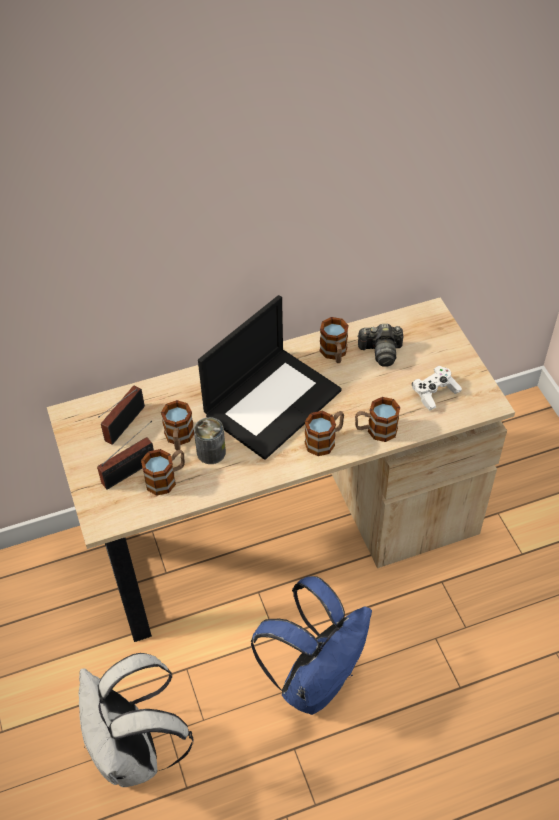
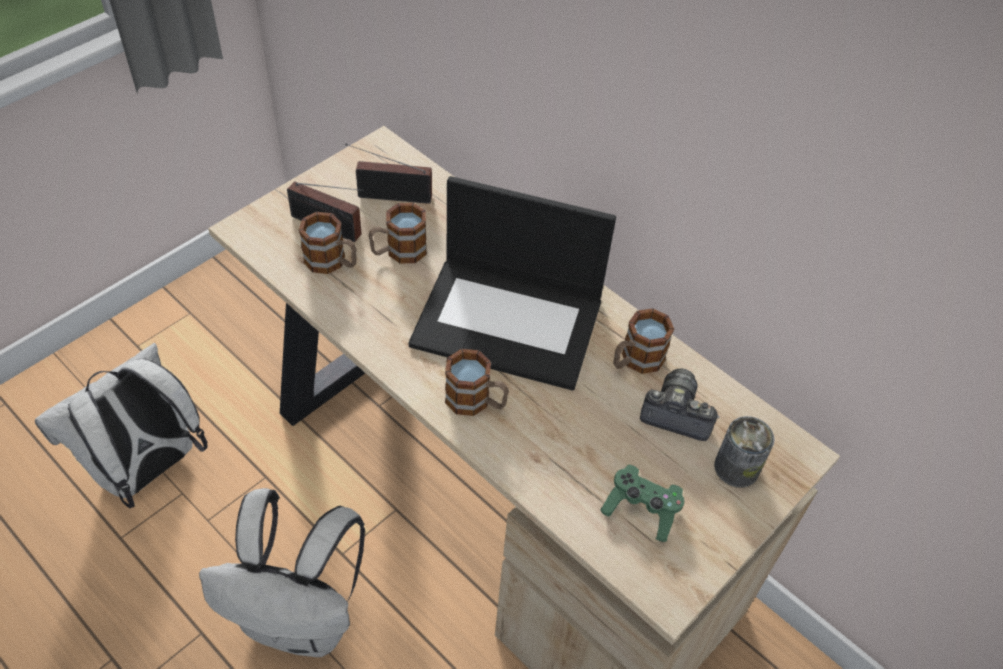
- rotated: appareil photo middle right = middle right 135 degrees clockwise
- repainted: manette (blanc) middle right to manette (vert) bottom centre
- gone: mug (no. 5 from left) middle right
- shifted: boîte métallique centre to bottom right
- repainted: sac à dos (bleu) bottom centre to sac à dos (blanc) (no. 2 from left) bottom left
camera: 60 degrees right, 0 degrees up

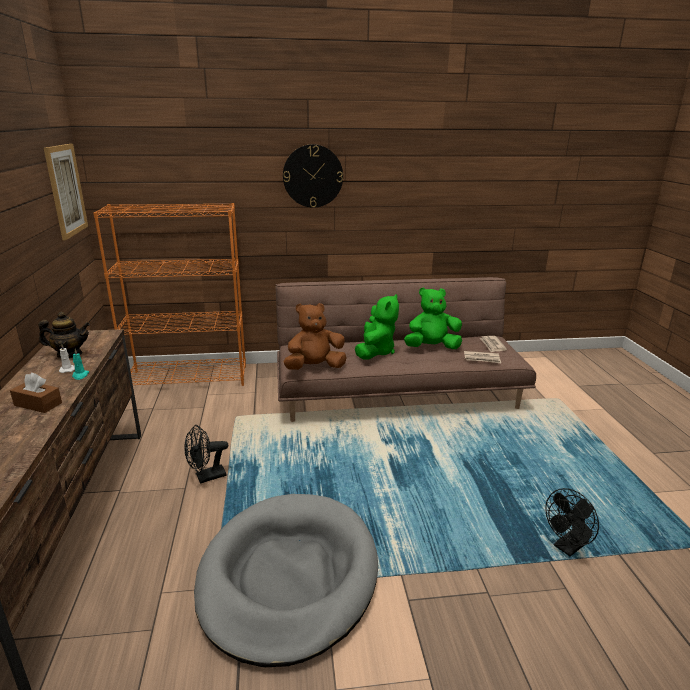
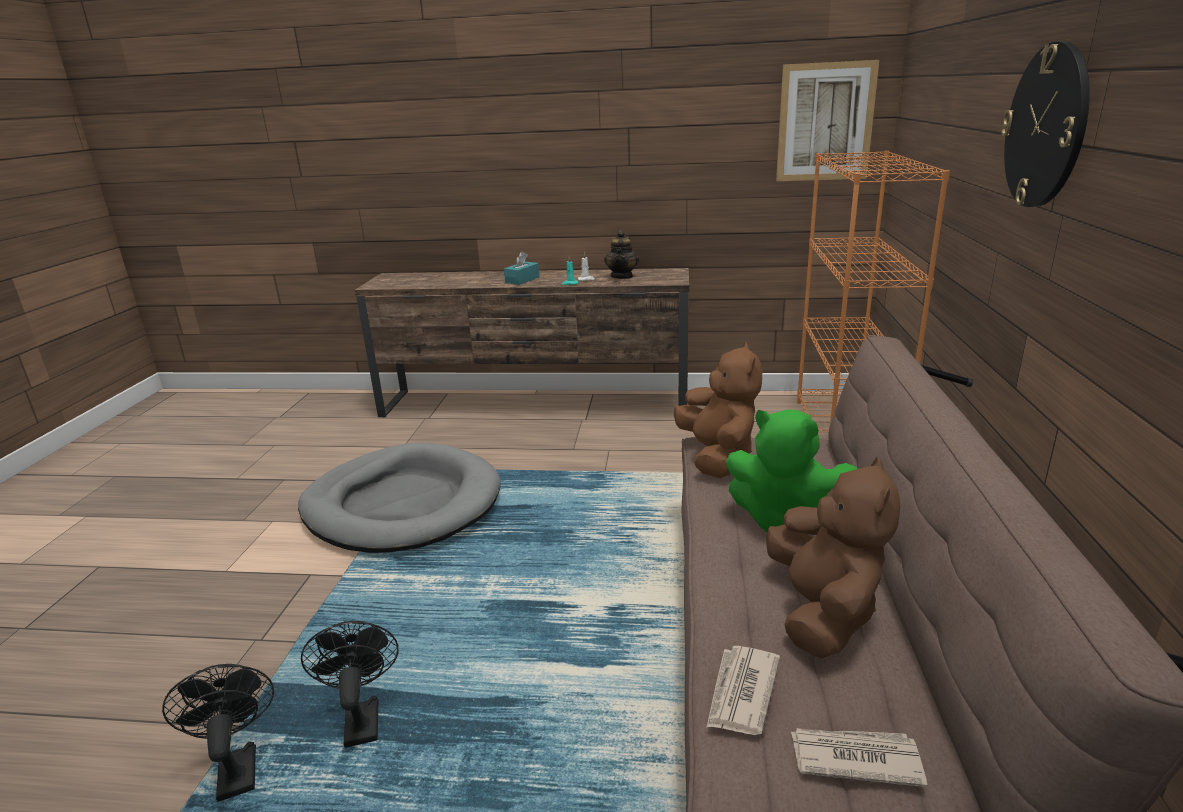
- repainted: peluche (vert) (no. 2 from left) centre to peluche (marron) (no. 2 from left) bottom right
- repainted: boîte à mouchoirs (marron) middle left to boîte à mouchoirs (turquoise) top centre
- shifted: ventilateur (noir) (no. 1 from left in the first image) middle left to ventilateur (noir) (no. 2 from left) bottom left
camera: 105 degrees right, 0 degrees up

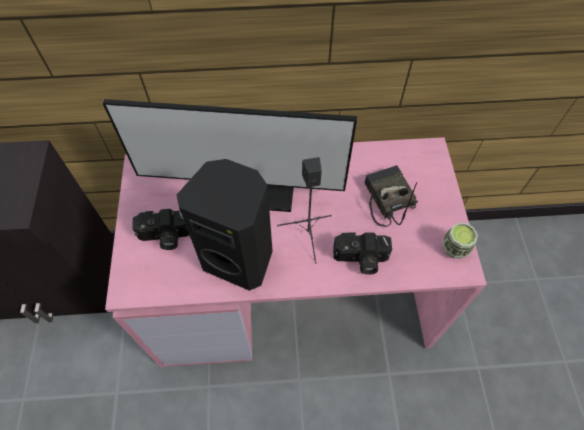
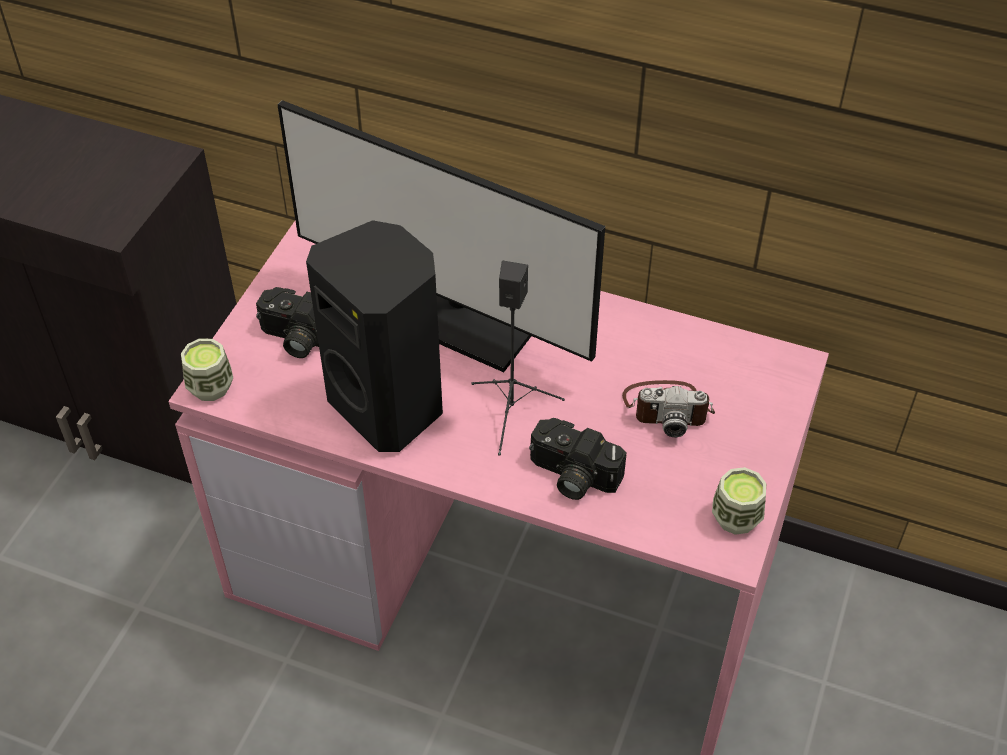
- swapped: radio middle right to appareil photo (no. 3 from left) centre
- new: tasse (no. 1 from left) middle left
camera: 25 degrees right, 10 degrees down

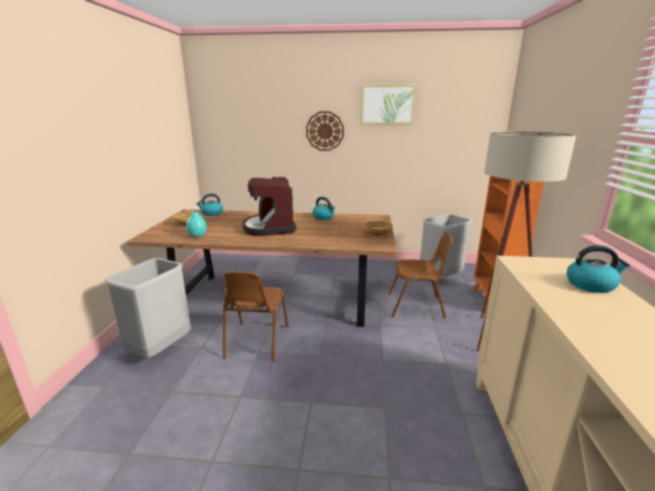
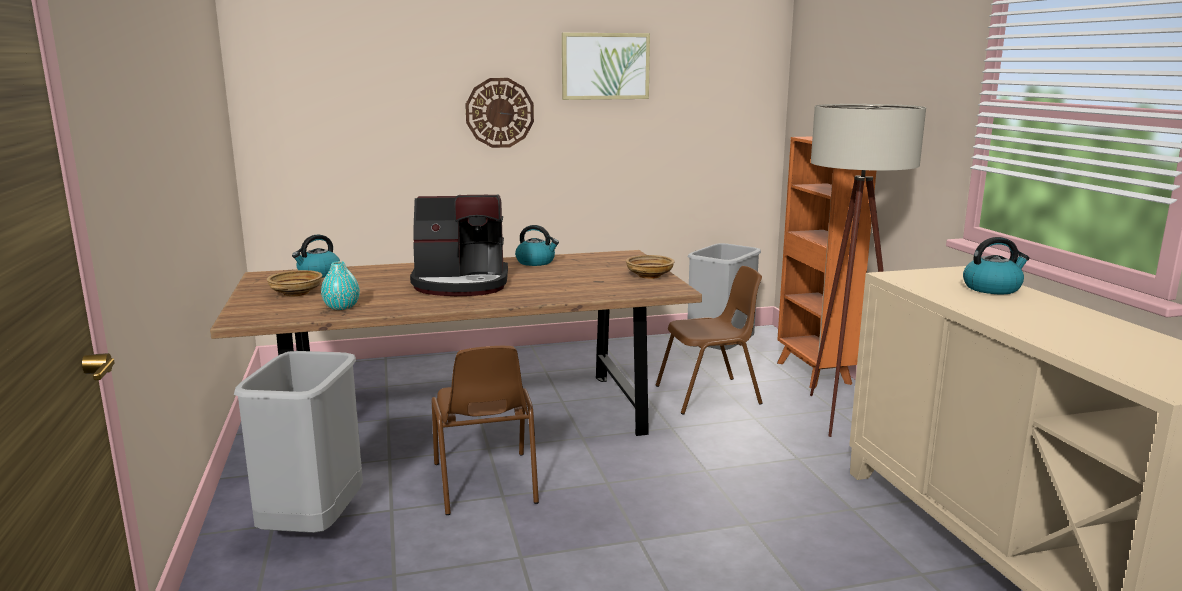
- rotated: machine à café centre = centre 60 degrees counterclockwise
camera: 20 degrees left, 5 degrees down

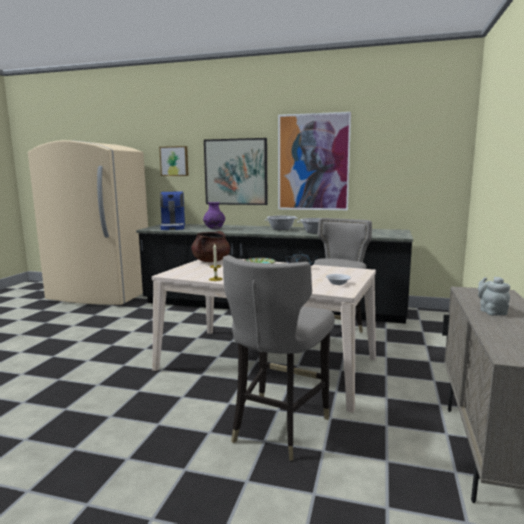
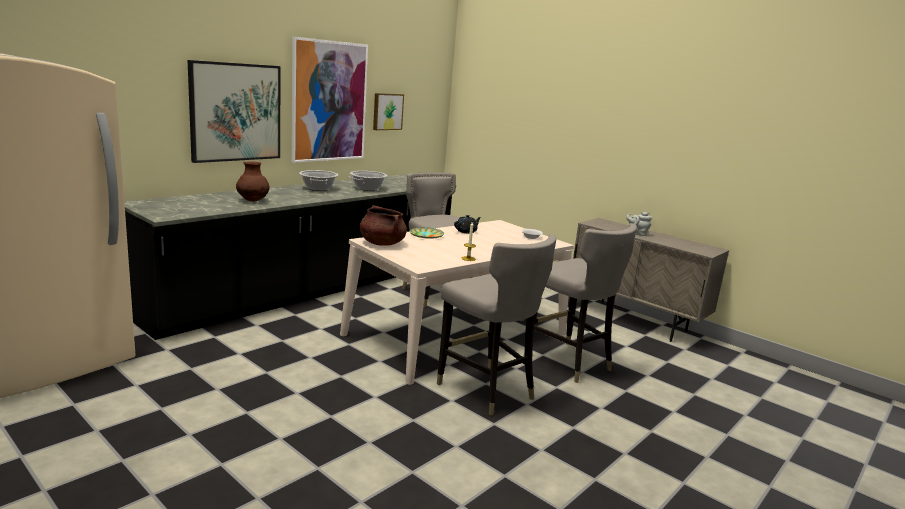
- shifted: tableau (no. 1 from left in the first image) top left to tableau (no. 3 from left) top centre
- gone: machine à café middle left
- repainted: vase (violet) centre to vase (marron) middle left
- new: tabouret (gris) (no. 2 from left) centre
camera: 65 degrees left, 5 degrees up

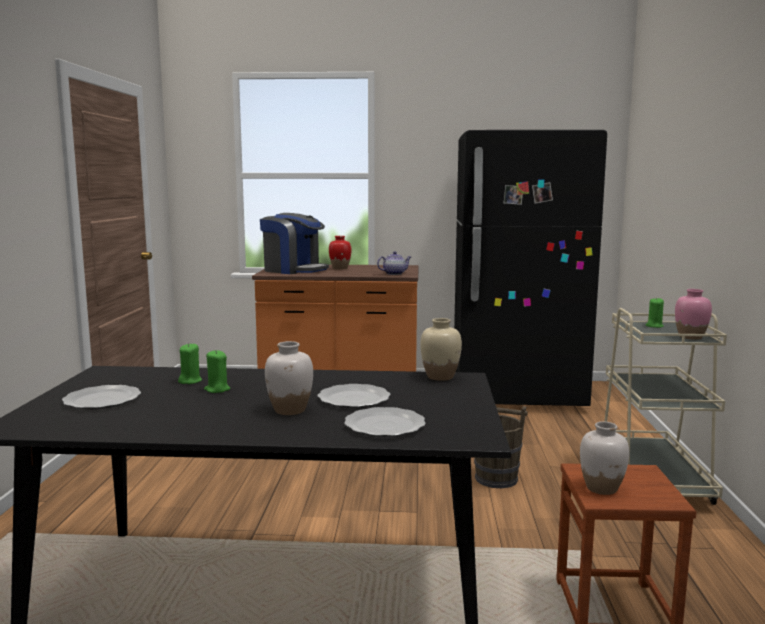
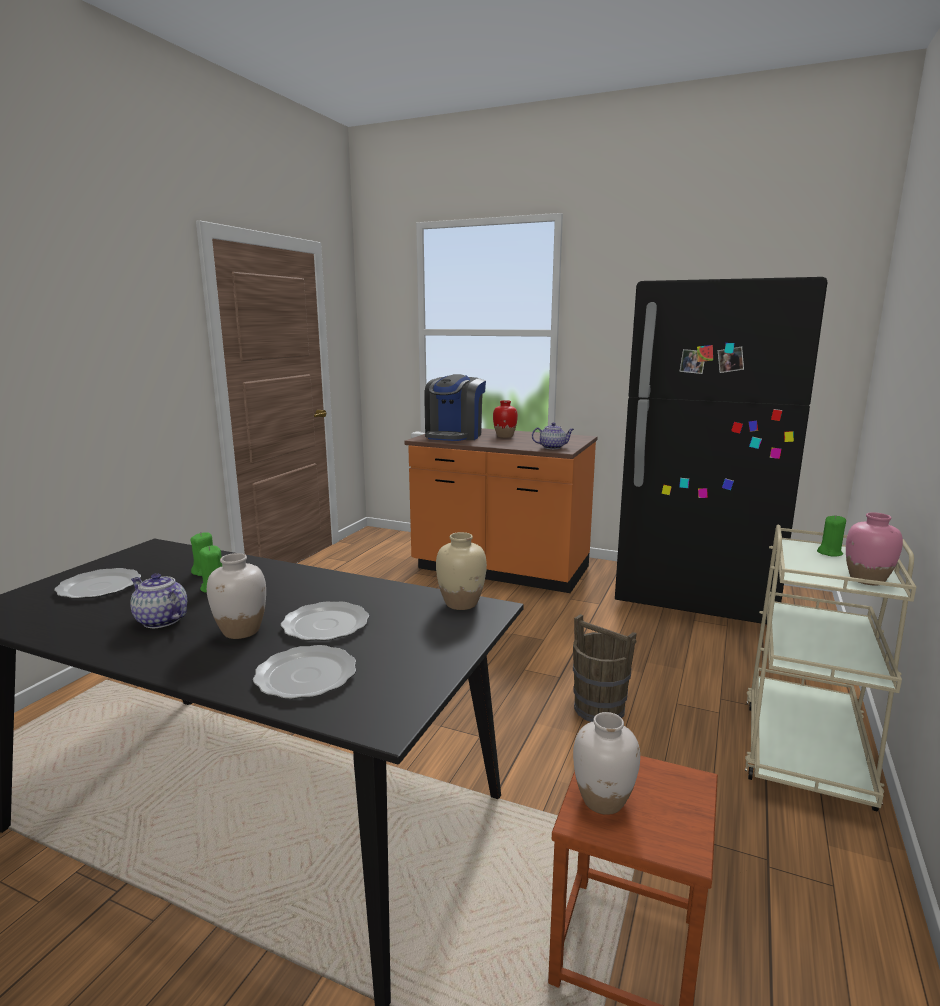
- rotated: machine à café centre = centre 60 degrees clockwise
- new: théière (no. 1 from left) middle left
camera: 20 degrees right, 5 degrees up

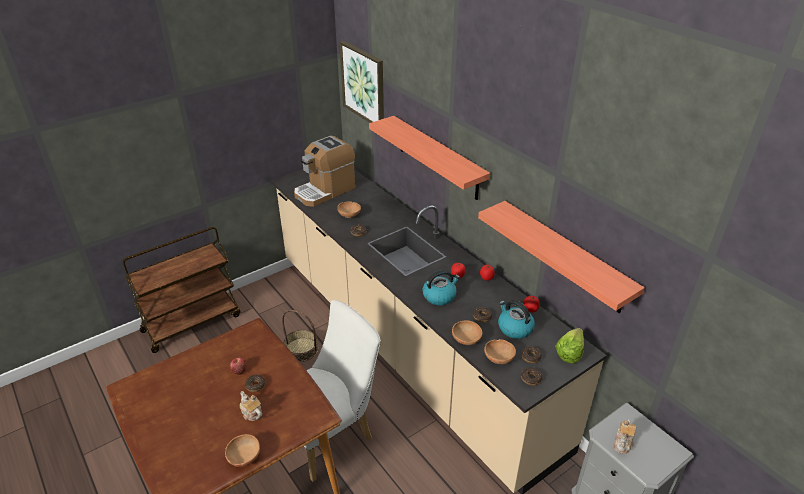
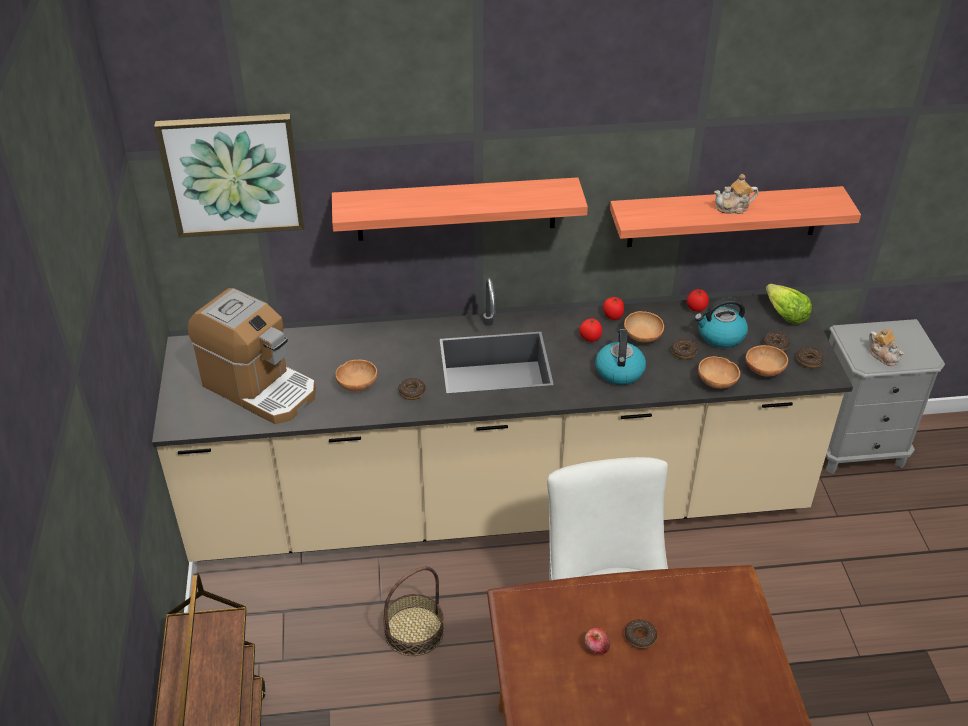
- rotated: machine à café centre = middle left 45 degrees counterclockwise
- shifted: théière (no. 1 from left) bottom left to top right
- shifted: bol (marron) (no. 1 from left in the first image) bottom left to bol (marron) (no. 2 from left) centre
camera: 60 degrees left, 5 degrees up

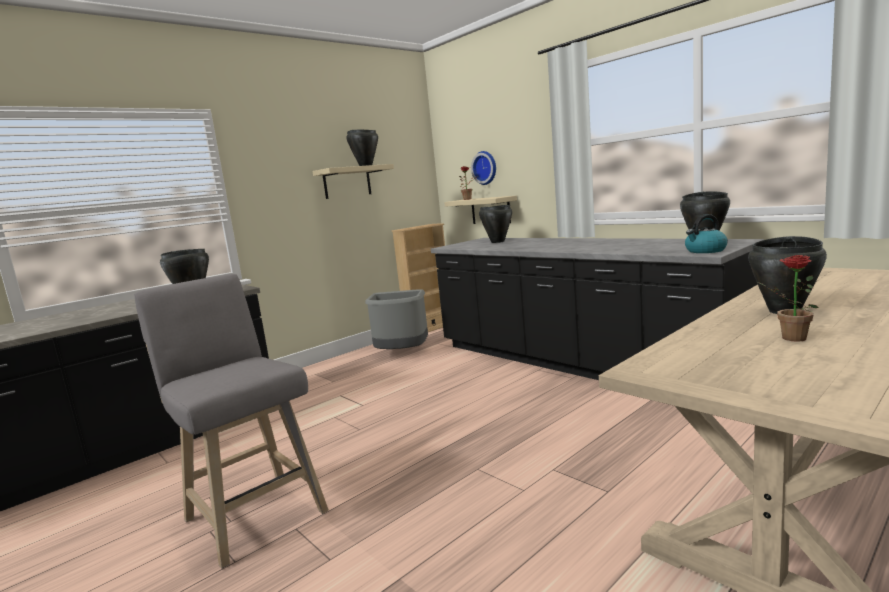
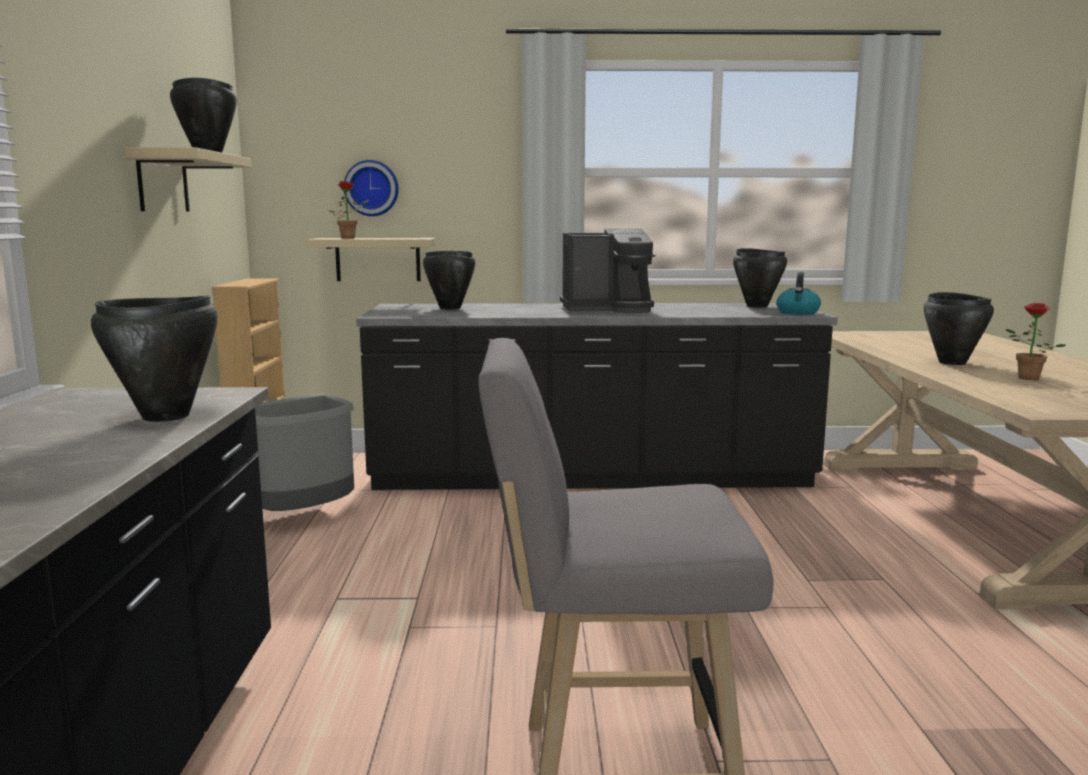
- new: machine à café centre
camera: 50 degrees left, 0 degrees up

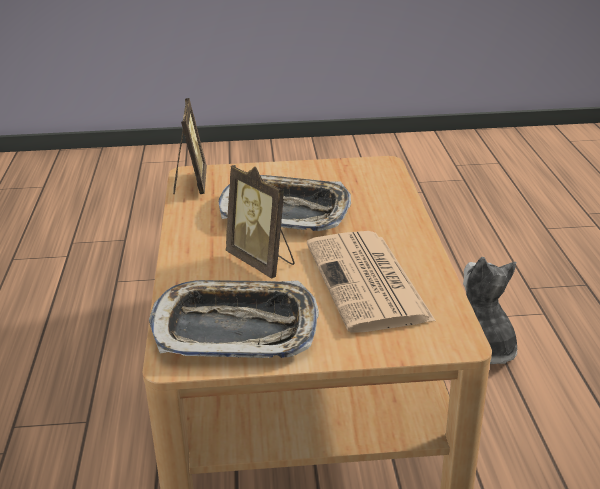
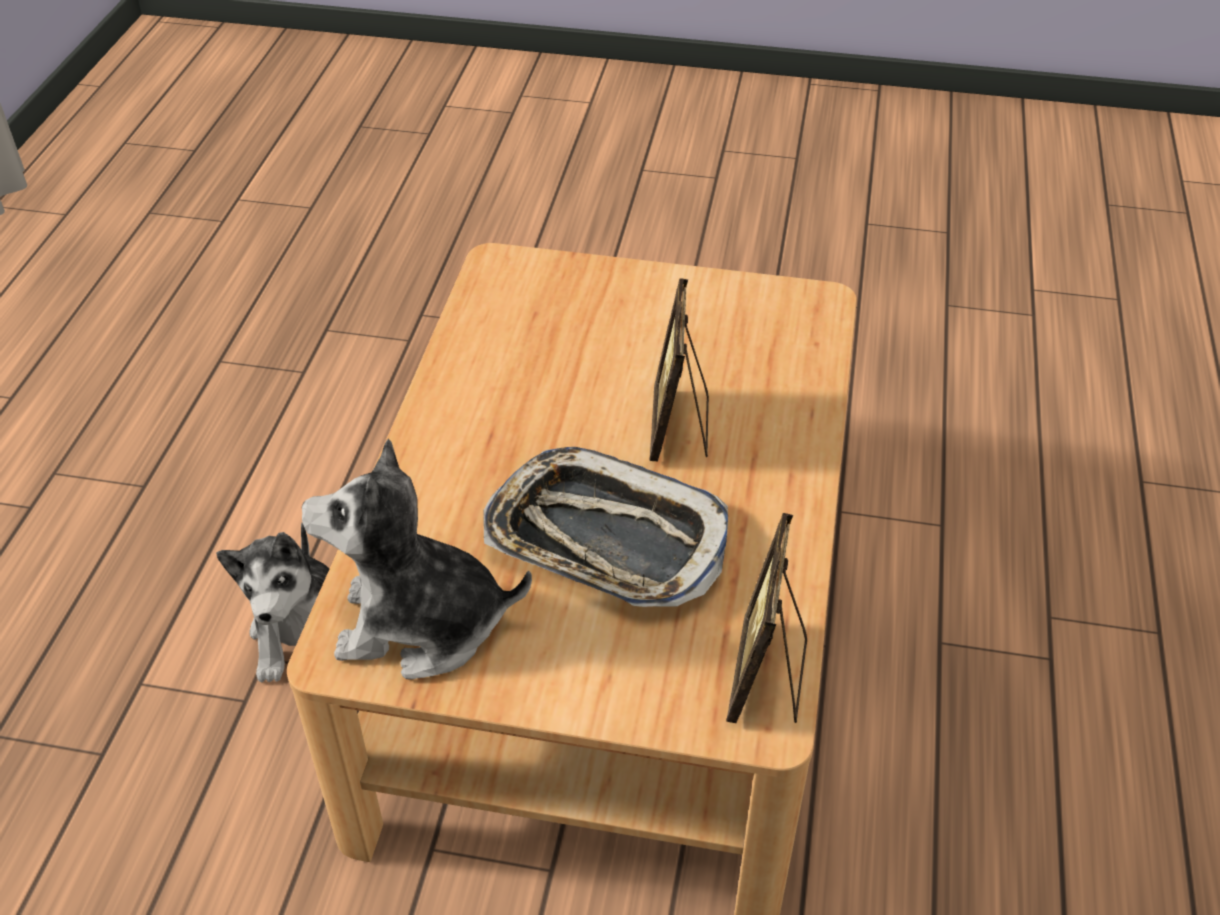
- rotated: cadre photo (no. 2 from left in the first image) centre = centre 150 degrees counterclockwise
- gone: journal centre
- gone: plateau (no. 1 from left) centre
- new: peluche (no. 2 from left) centre
camera: 165 degrees left, 15 degrees up

